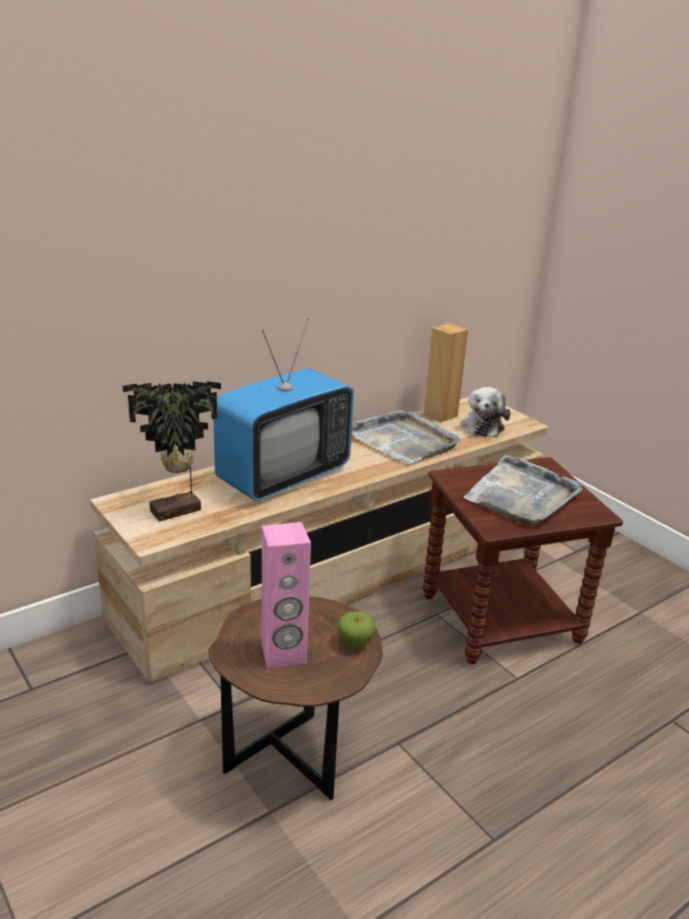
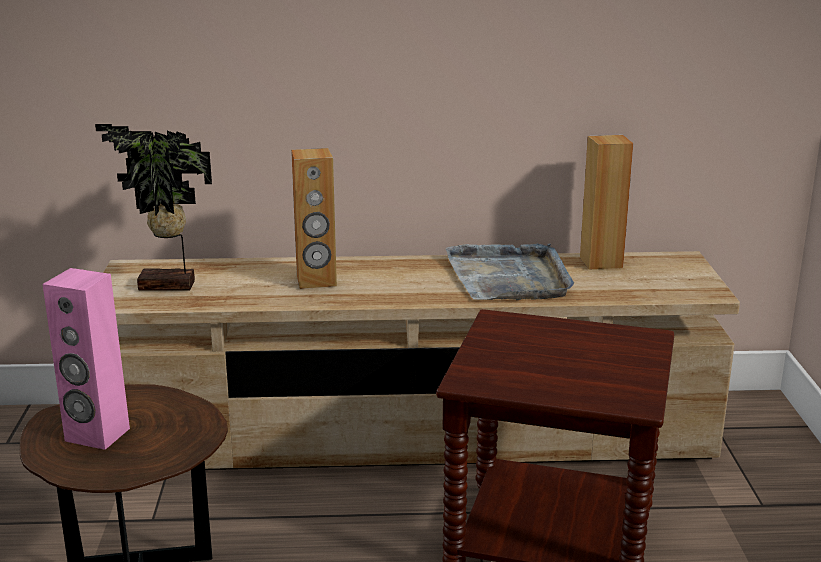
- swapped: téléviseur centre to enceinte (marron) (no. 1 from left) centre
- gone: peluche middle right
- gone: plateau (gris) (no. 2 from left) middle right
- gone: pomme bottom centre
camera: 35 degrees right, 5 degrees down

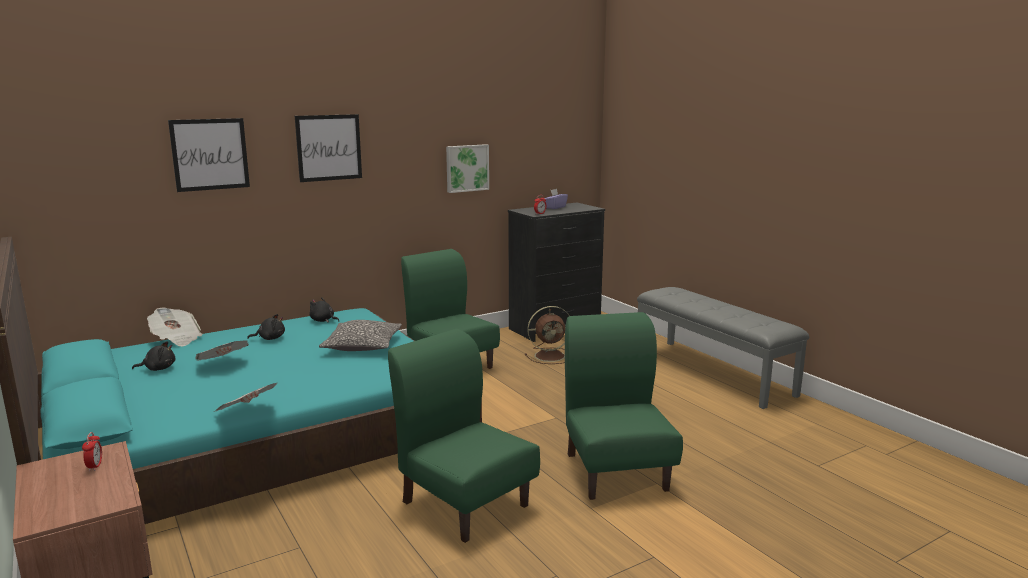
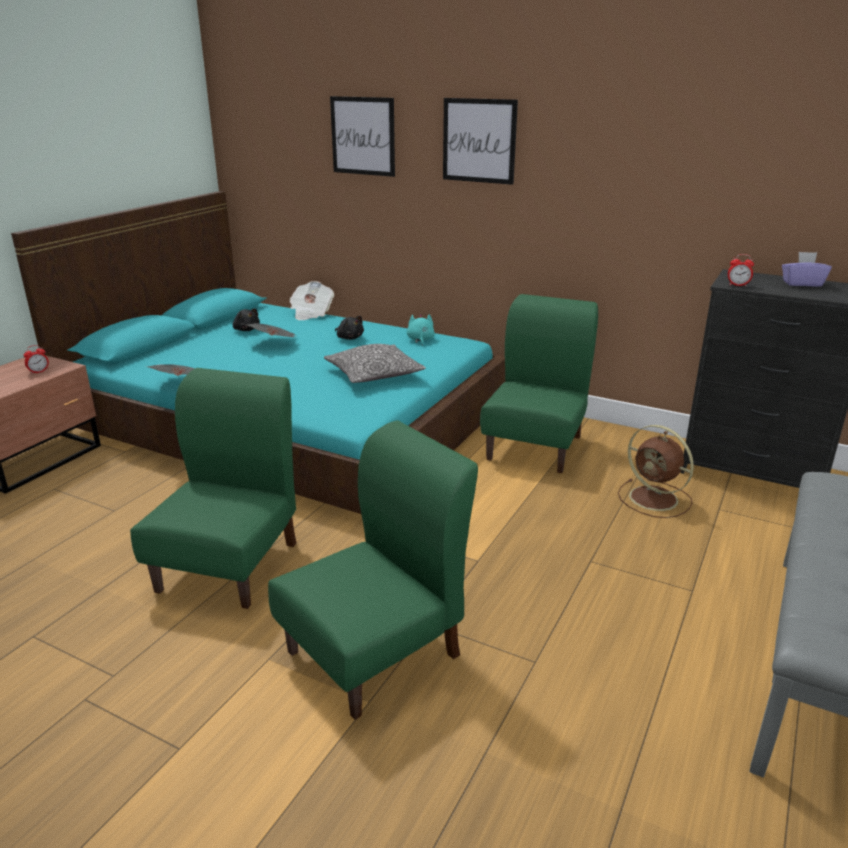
- gone: tableau (no. 3 from left) top centre
- repainted: peluche (noir) (no. 3 from left) middle left to peluche (turquoise) centre
camera: 60 degrees right, 10 degrees up

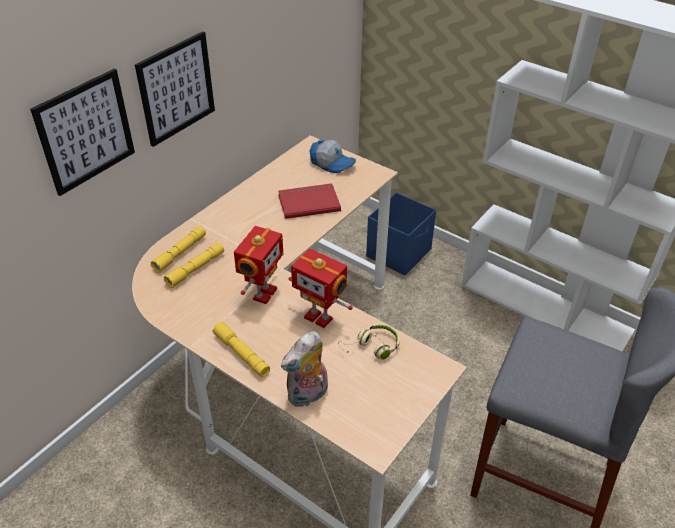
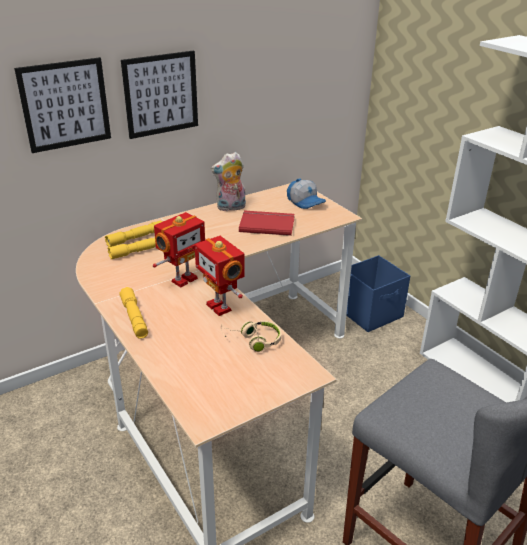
- shifted: peluche bottom centre to top centre
camera: 20 degrees right, 10 degrees down

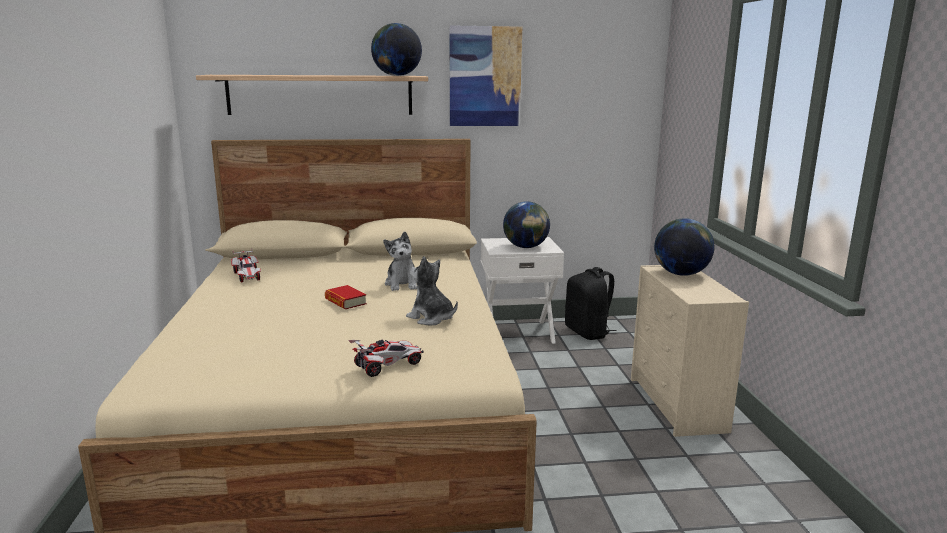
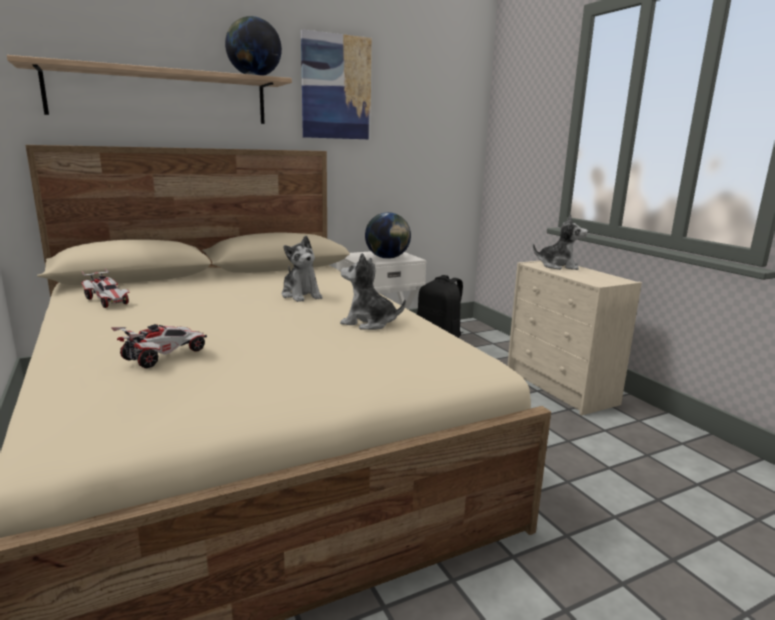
- swapped: globe (no. 3 from left) middle right to peluche (no. 3 from left) middle right
- gone: livre centre
- shifted: petite voiture (no. 2 from left) bottom centre to middle left
camera: 20 degrees left, 0 degrees up

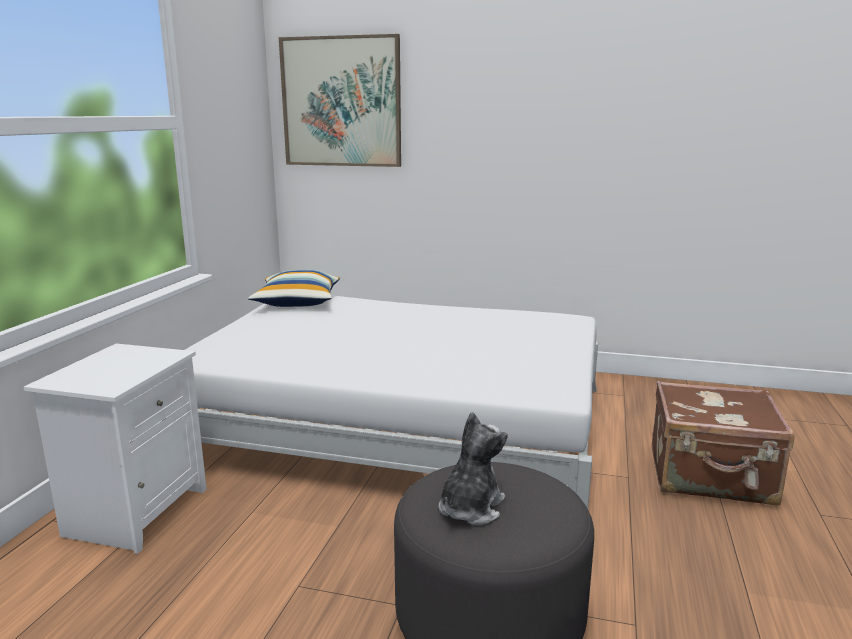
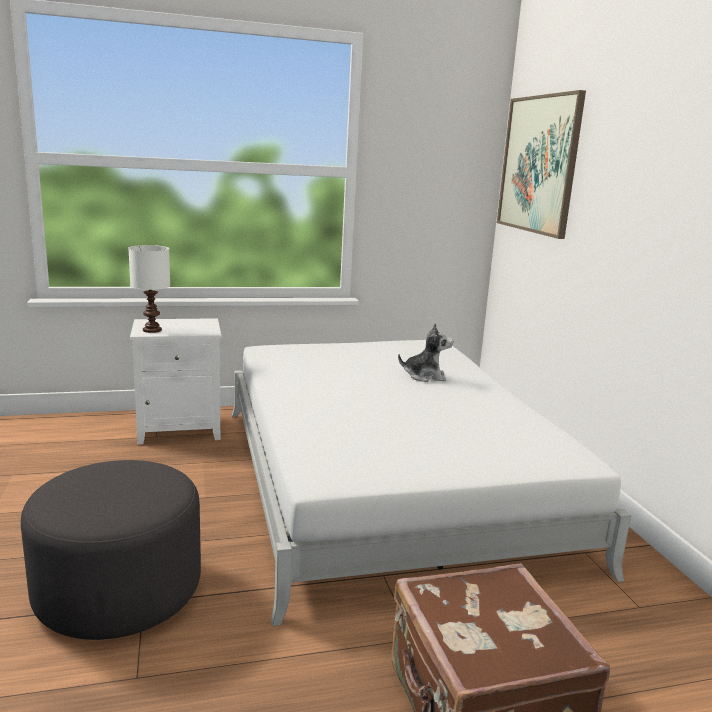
- gone: coussin centre
- shifted: peluche bottom centre to centre
- new: lampe de table (blanc) middle left
camera: 60 degrees right, 0 degrees up

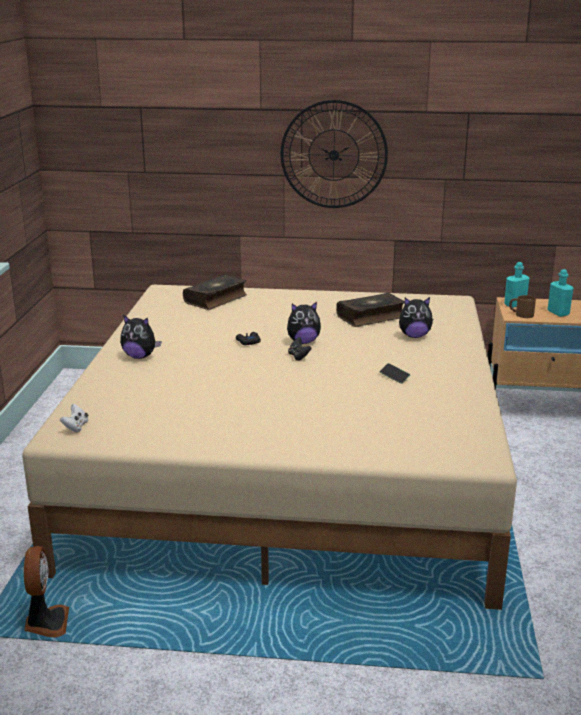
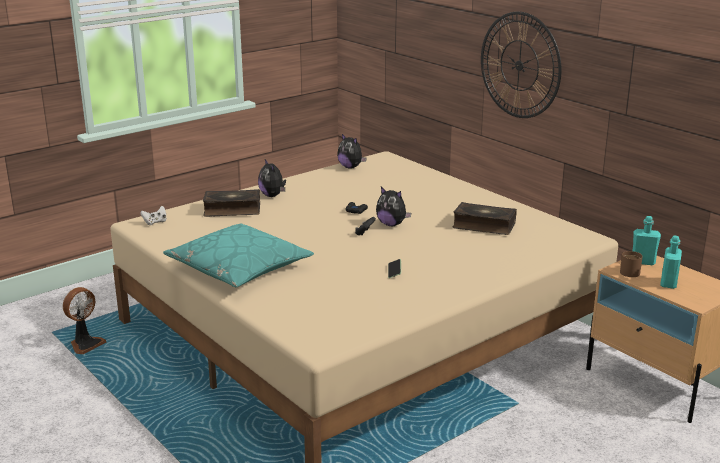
- shifted: livre (no. 1 from left) centre to middle left
- shifted: peluche (no. 3 from left in the first image) middle right to peluche (no. 2 from left) top centre
- new: coussin (turquoise) middle left
camera: 45 degrees right, 0 degrees up

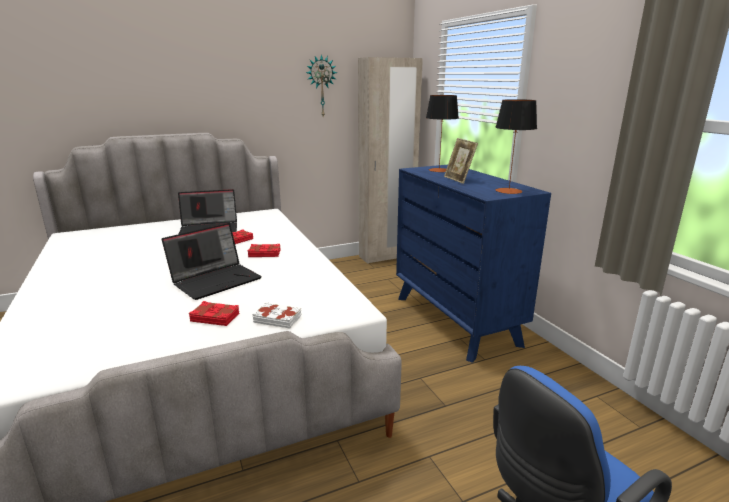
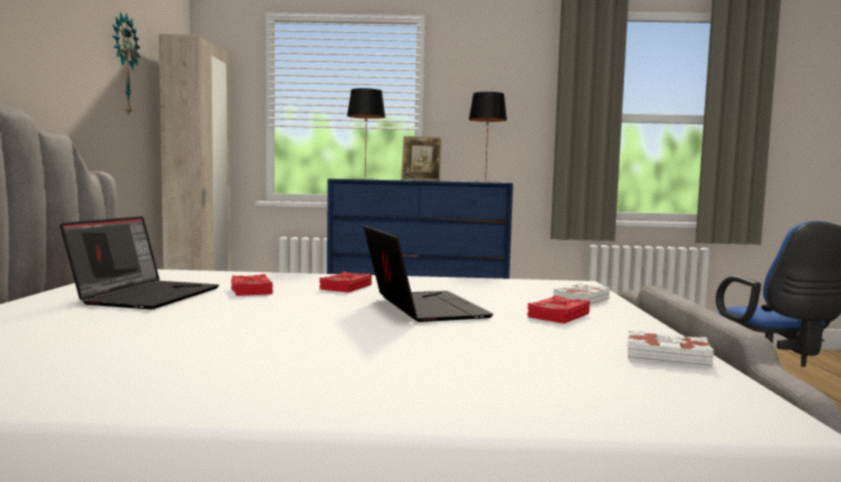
- new: livre (blanc) (no. 2 from left) bottom right
camera: 65 degrees left, 15 degrees down

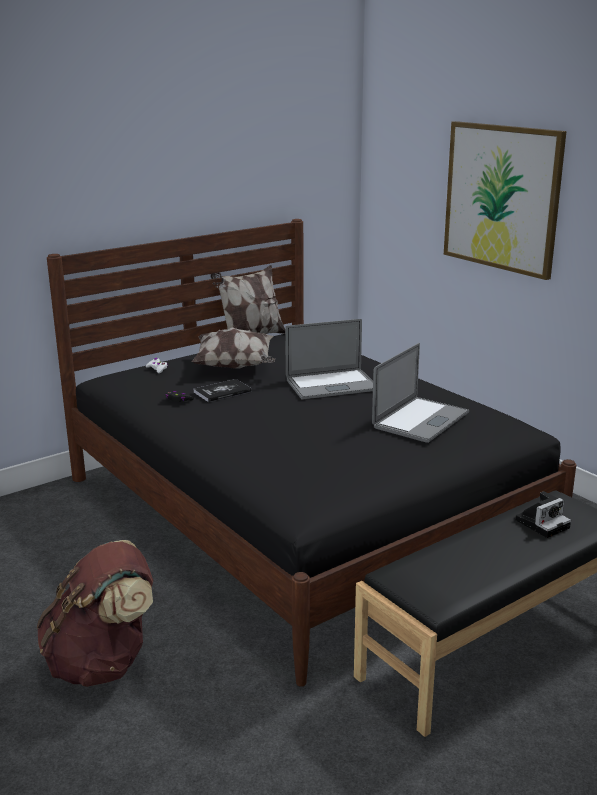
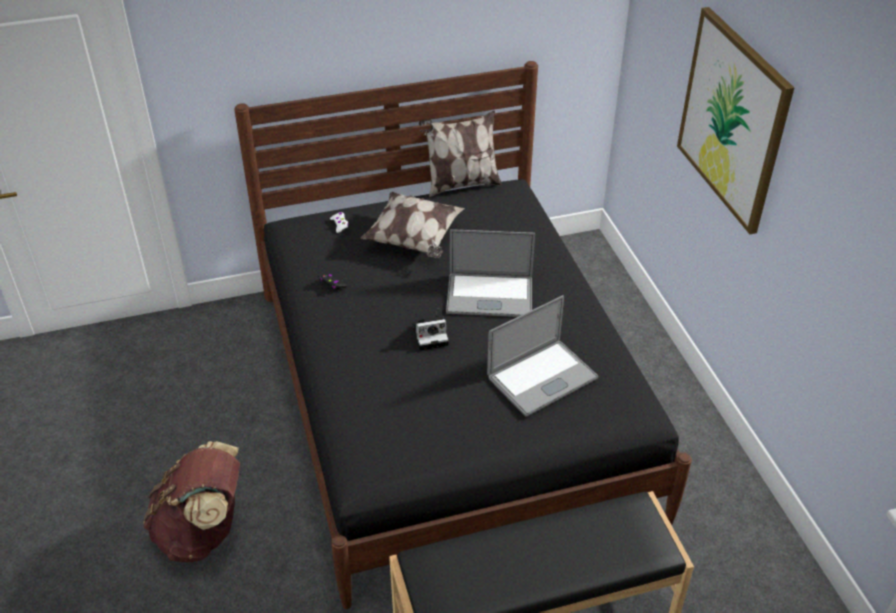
- gone: livre centre
- shifted: appareil photo middle right to centre
camera: 20 degrees right, 20 degrees up

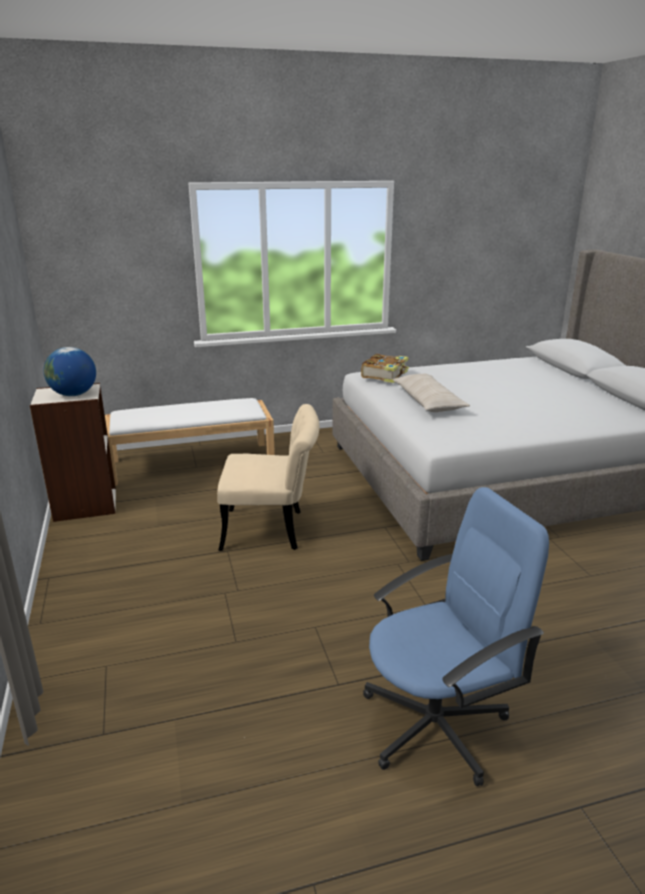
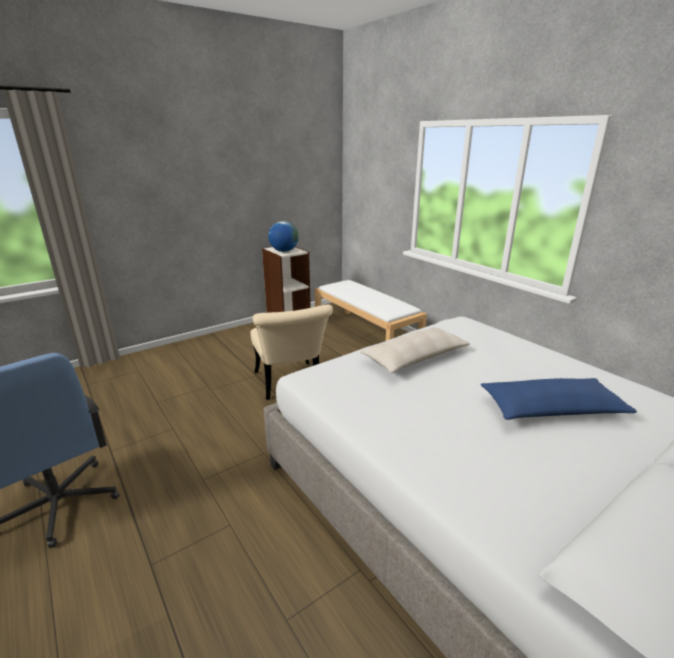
- gone: livre centre
- new: coussin (bleu) middle right
camera: 70 degrees right, 0 degrees up

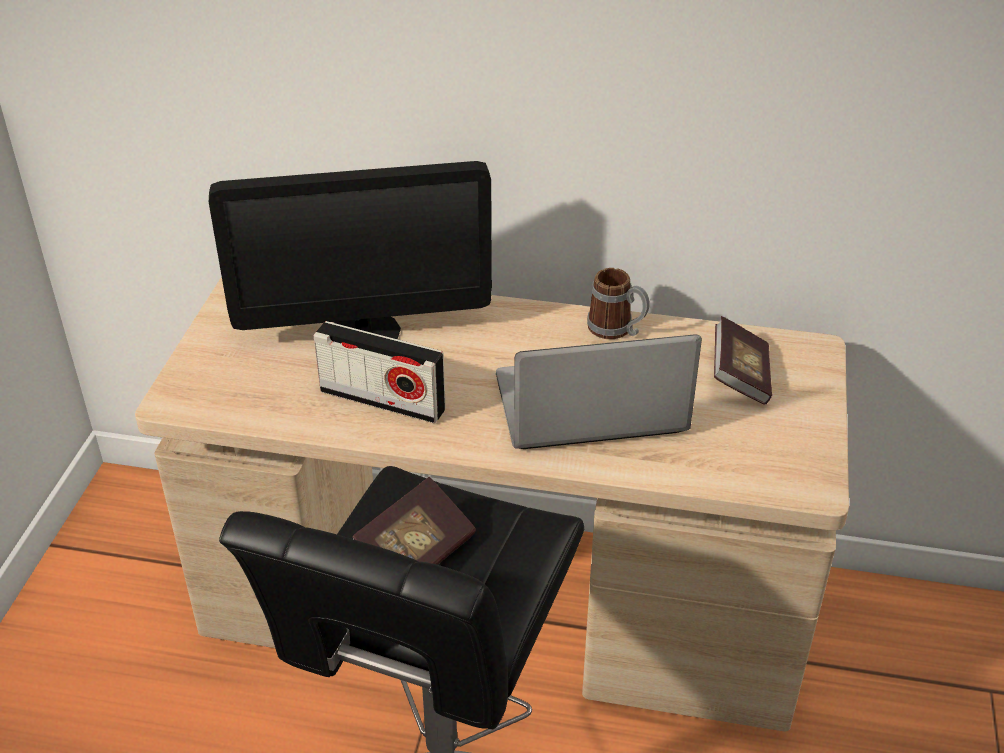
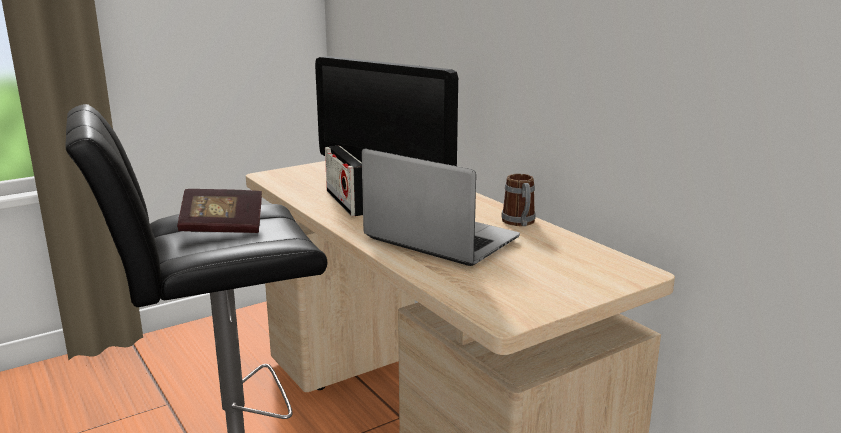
- gone: livre (no. 2 from left) middle right
camera: 45 degrees right, 20 degrees down

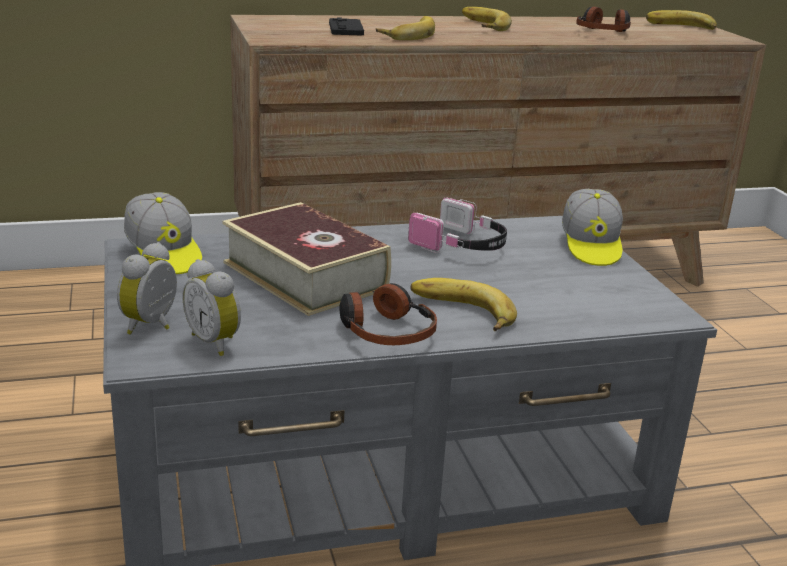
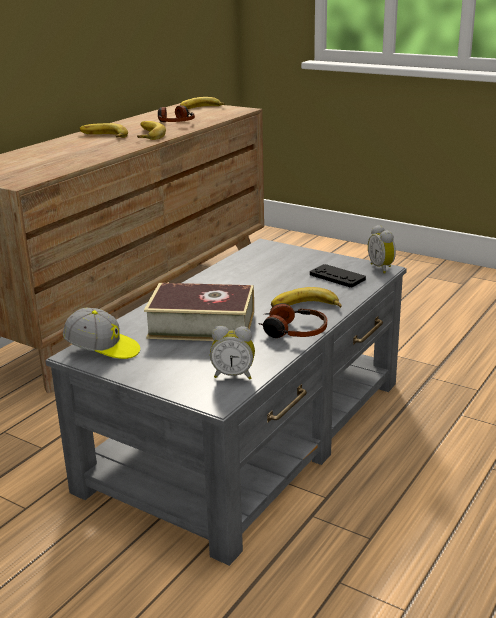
- shifted: banane (no. 1 from left in the first image) top centre to banane (no. 2 from left) top left
- shifted: manette (noir) top centre to middle right
- gone: casquette (no. 2 from left) middle right
- gone: casque audio (no. 2 from left) centre
- shifted: réveil (no. 1 from left in the first image) middle left to réveil (no. 2 from left) middle right
camera: 40 degrees left, 0 degrees up

